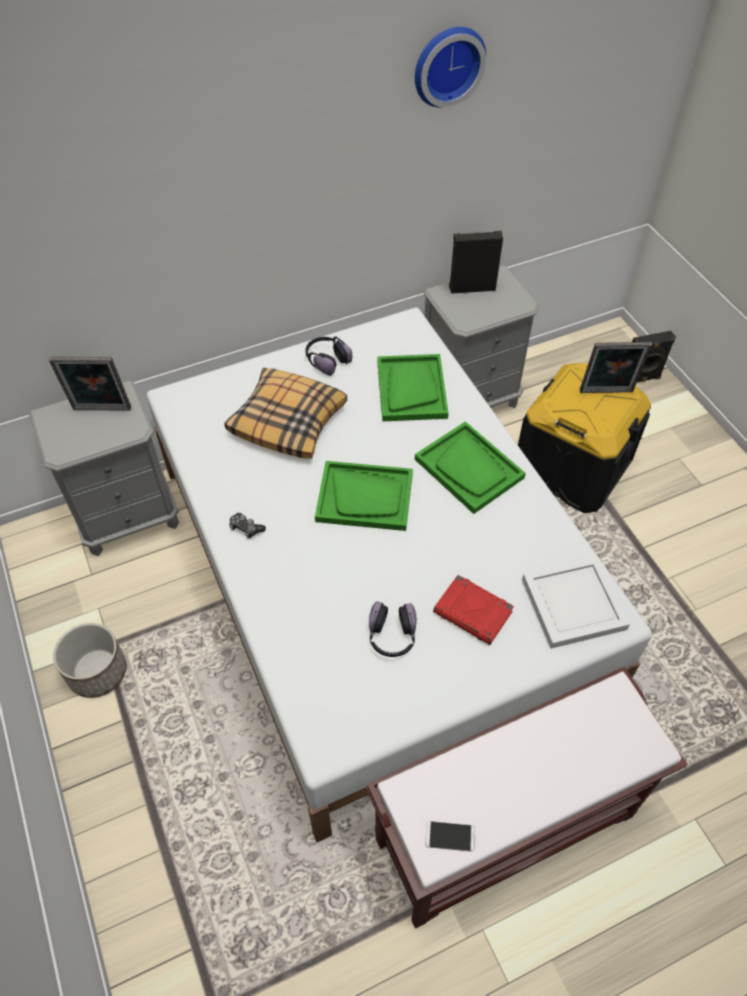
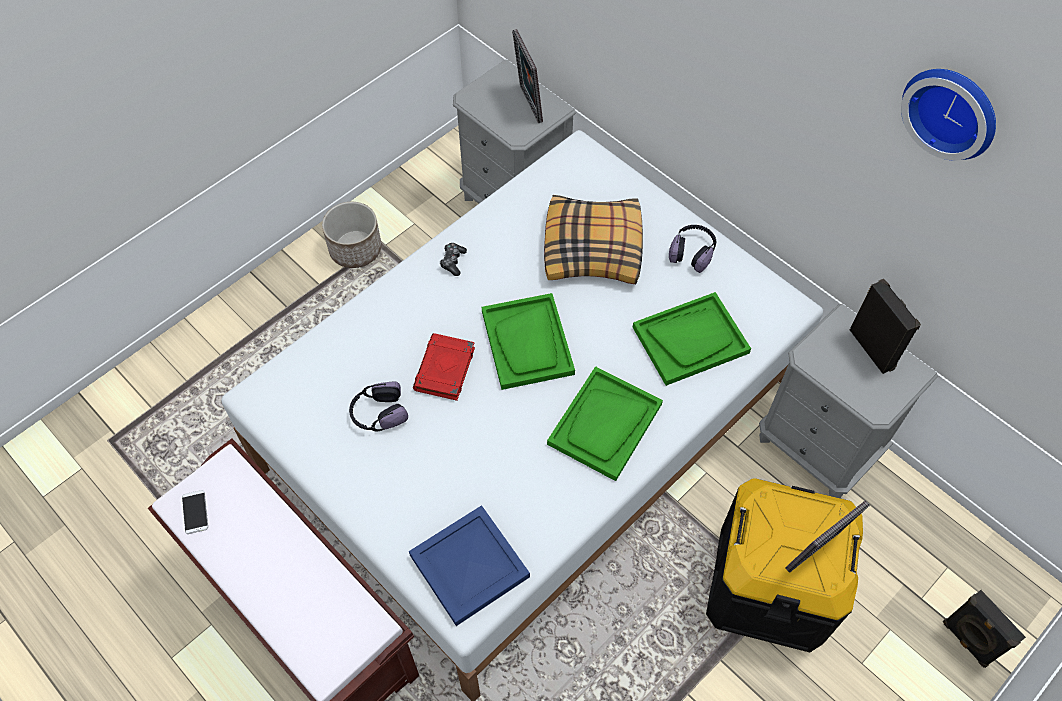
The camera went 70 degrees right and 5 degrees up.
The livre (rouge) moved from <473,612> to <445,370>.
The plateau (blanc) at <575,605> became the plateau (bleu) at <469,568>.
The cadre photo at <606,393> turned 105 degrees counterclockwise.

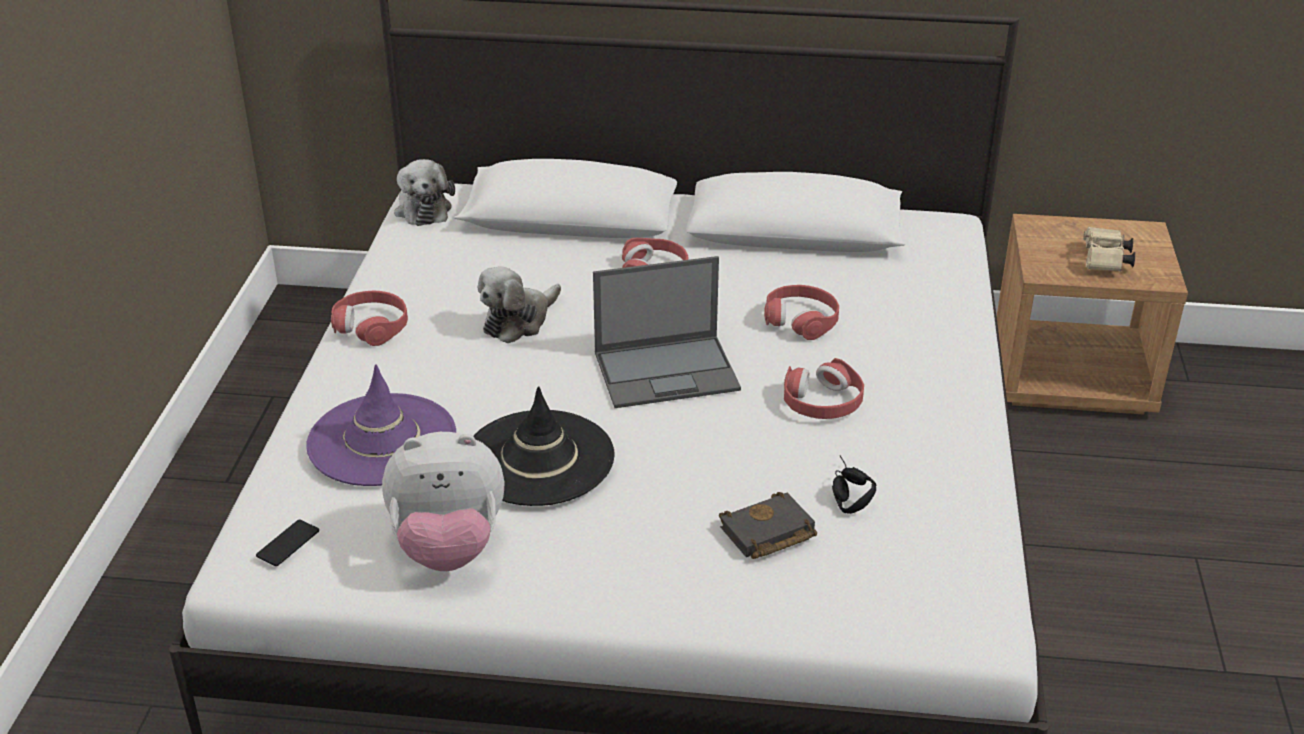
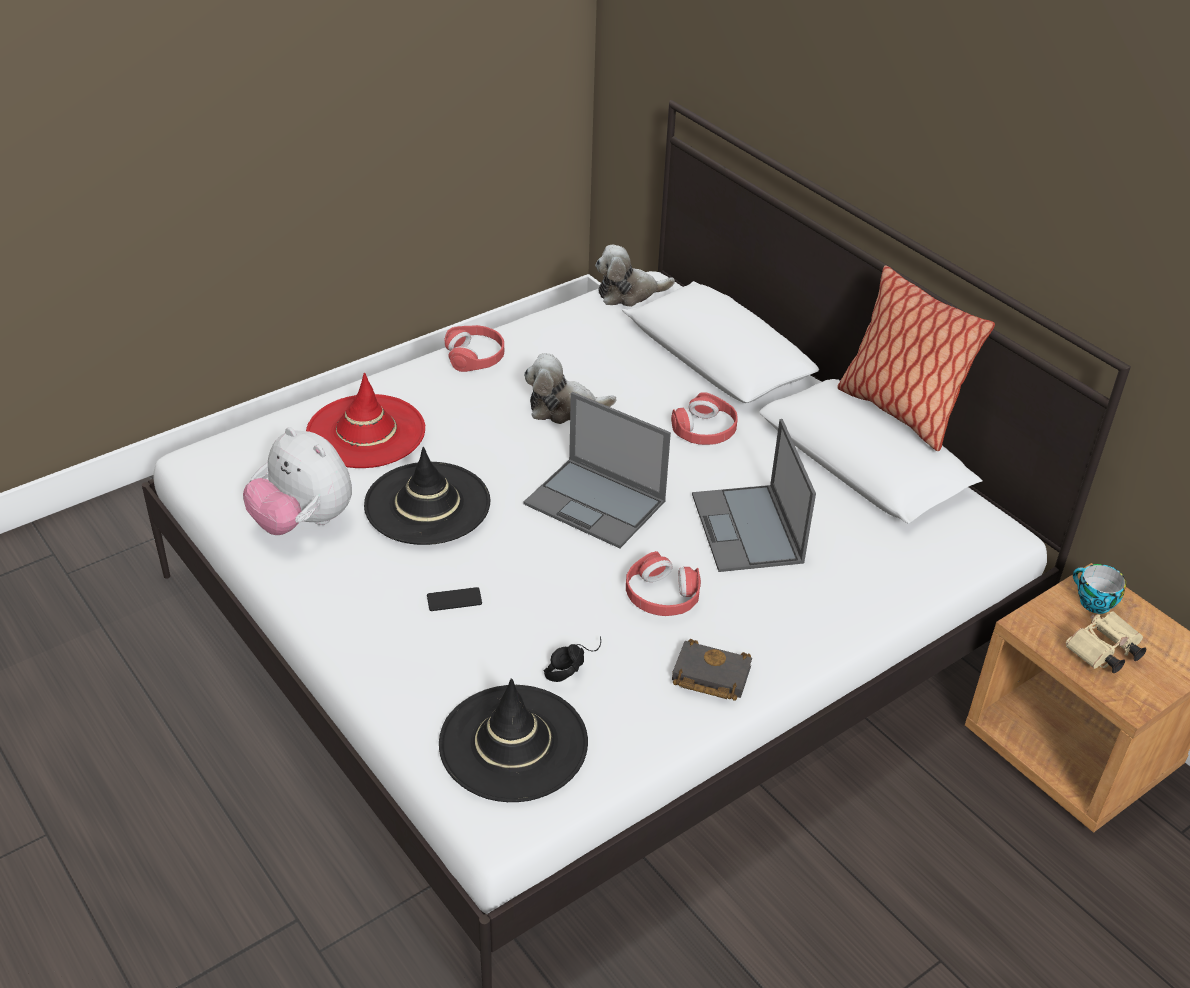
The camera went 45 degrees right and 5 degrees up.
The chapeau (noir) at <513,743> appeared.
The coussin at <898,411> appeared.
The tasse at <1092,602> appeared.
The téléphone moved from <288,543> to <454,600>.
The livre (noir) moved from <767,534> to <708,676>.
The casque audio (rouge) at <801,320> was replaced by the ordinateur portable at <748,529>.
The chapeau (violet) at <382,440> became the chapeau (rouge) at <366,432>.
The peluche at <423,209> turned 45 degrees clockwise.

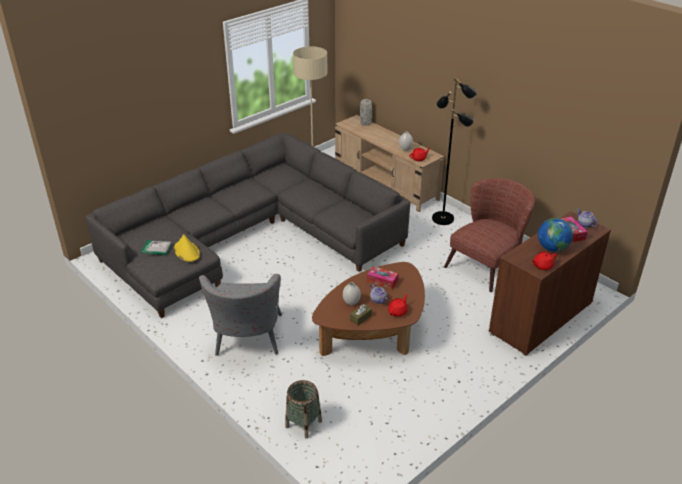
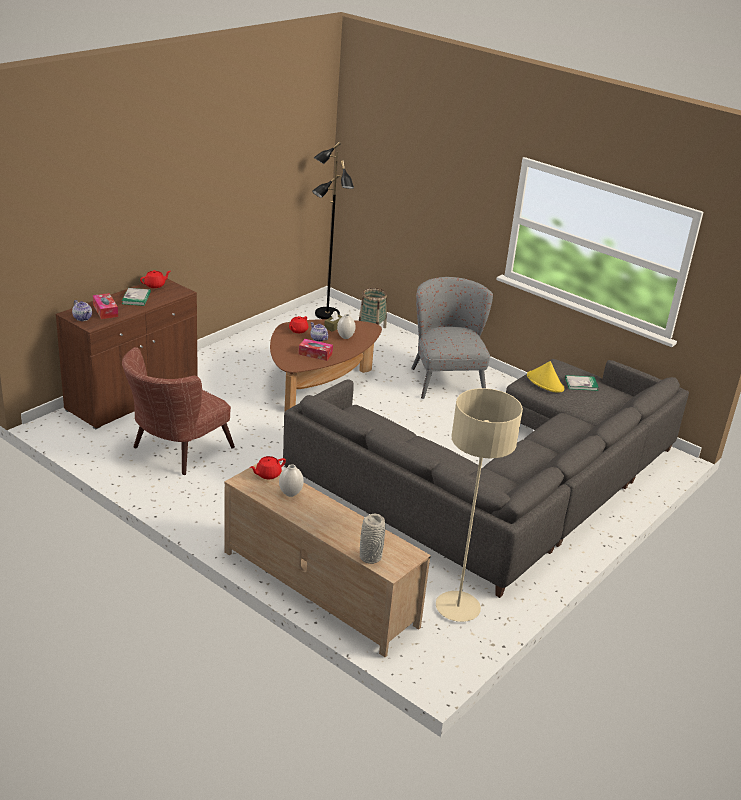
The camera went 170 degrees right and 5 degrees down.
The lampadaire (noir) moved from <443,218> to <326,314>.
The globe at <552,248> was replaced by the livre at <136,298>.

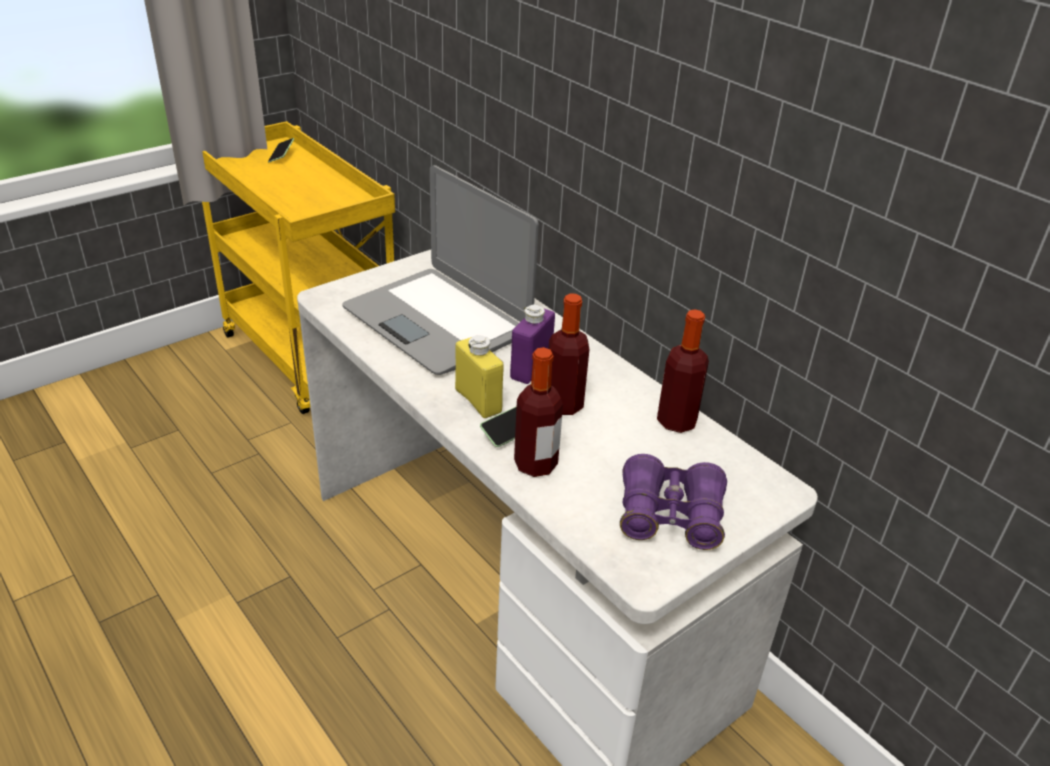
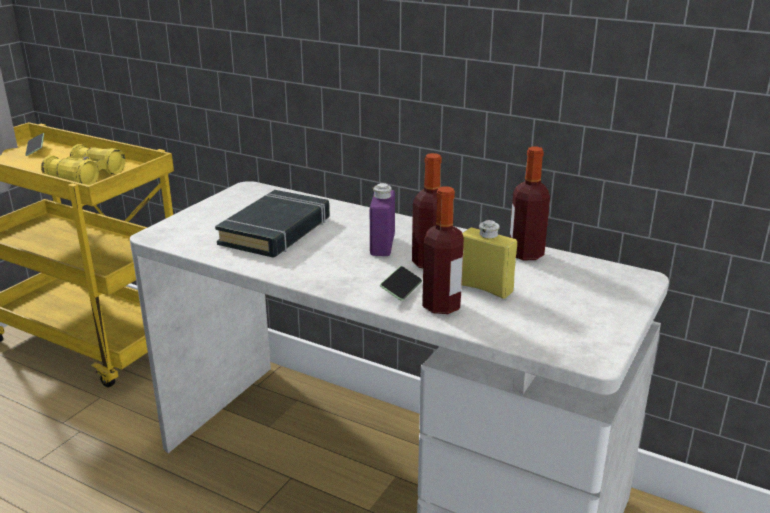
The camera went 20 degrees left and 10 degrees down.
The jumelles (violet) at <670,516> disappeared.
The jumelles (jaune) at <86,176> appeared.
The bouteille (jaune) moved from <478,401> to <485,288>.
The ordinateur portable at <438,321> was replaced by the livre (noir) at <276,231>.

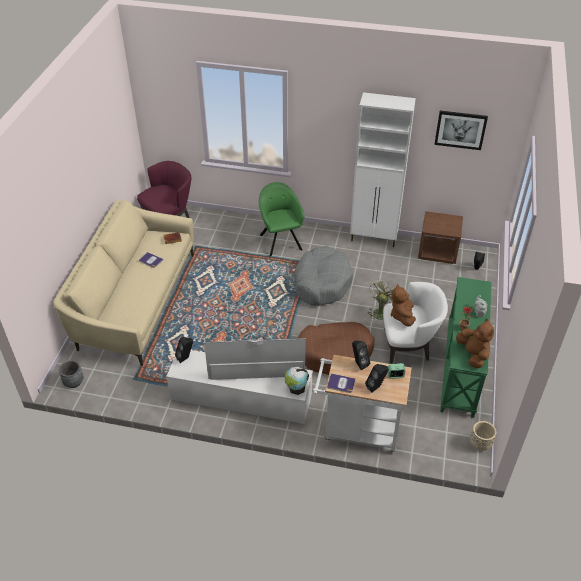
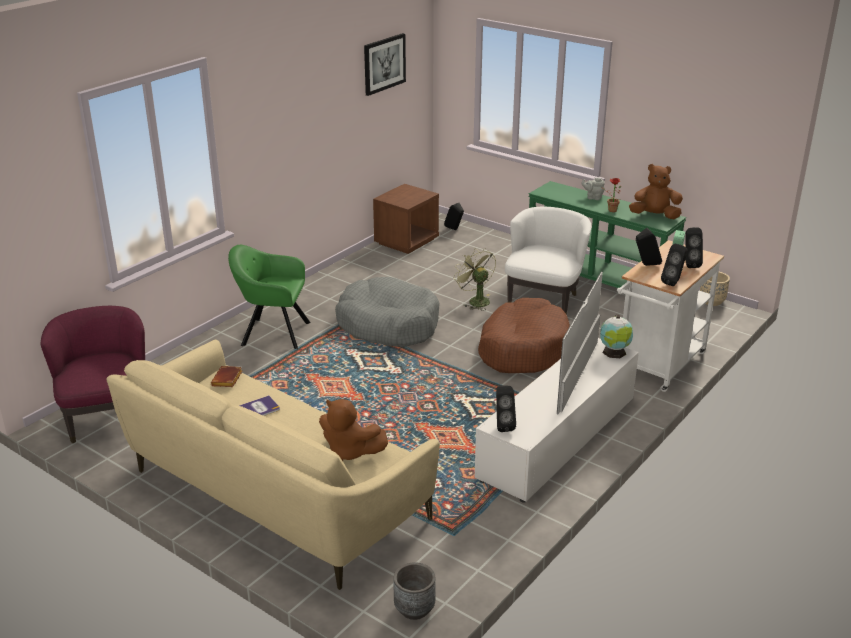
The camera went 65 degrees left and 15 degrees down.
The meuble de rangement (blanc) at <374,238> disappeared.
The peluche (marron) moved from <402,316> to <350,452>.
The livre at <341,383> was replaced by the enceinte (noir) at <673,282>.

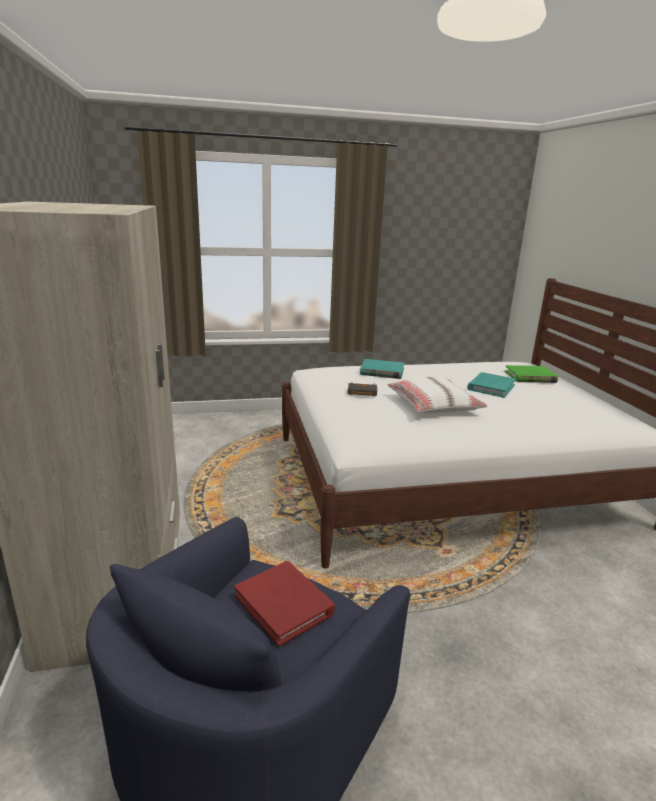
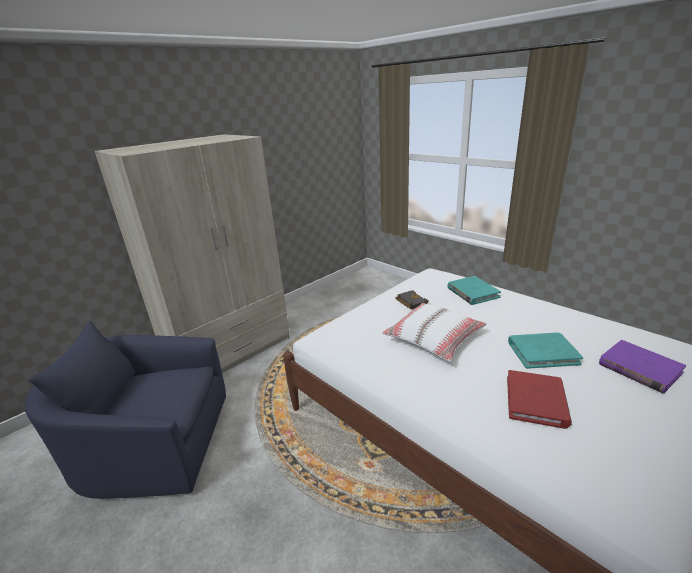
The camera went 60 degrees right and 5 degrees up.
The livre (rouge) moved from <284,604> to <536,401>.
The livre (vert) at <530,377> became the livre (violet) at <639,368>.

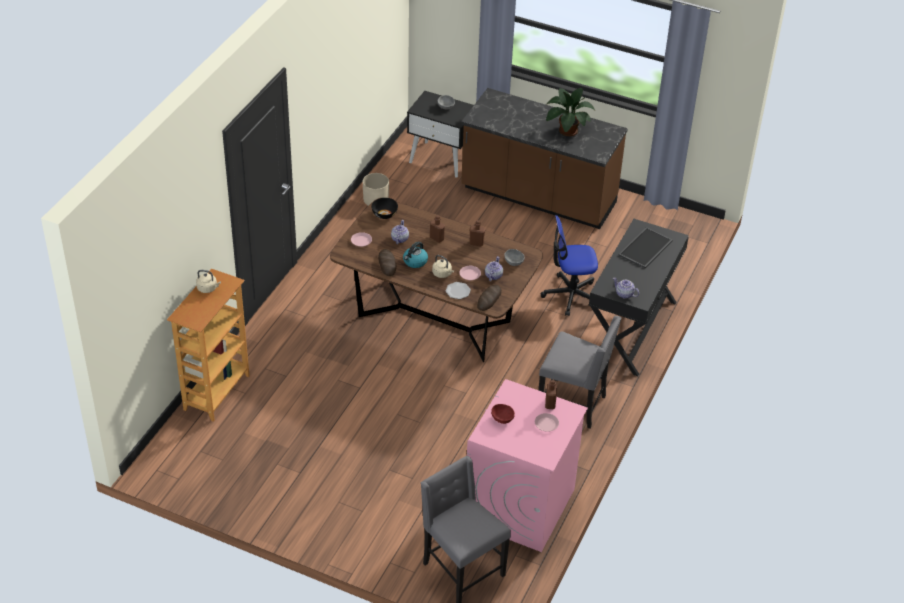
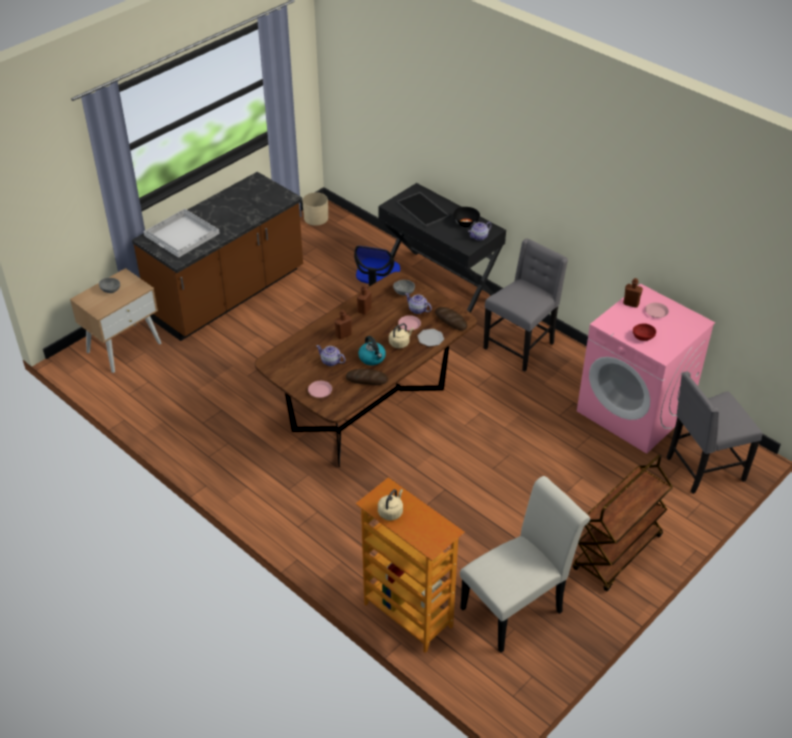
The camera went 70 degrees left and 0 degrees up.
The plante en pot at <566,130> disappeared.
The plateau (blanc) at <182,234> appeared.
The chaise (blanc) at <517,606> appeared.
The chariot (marron) at <617,553> appeared.
The cache-pot (beige) moved from <375,199> to <316,218>.
The bol (noir) moved from <384,214> to <465,223>.
The table de chevet (noir) at <441,159> became the table de chevet (beige) at <124,347>.

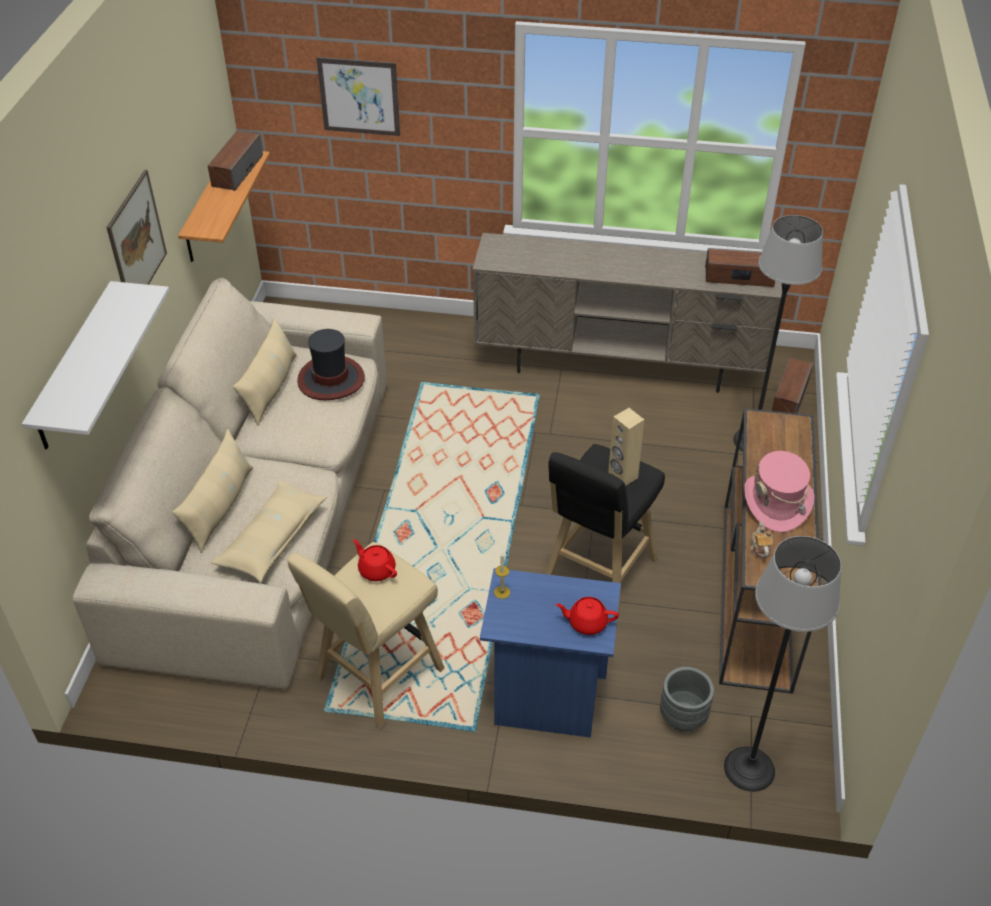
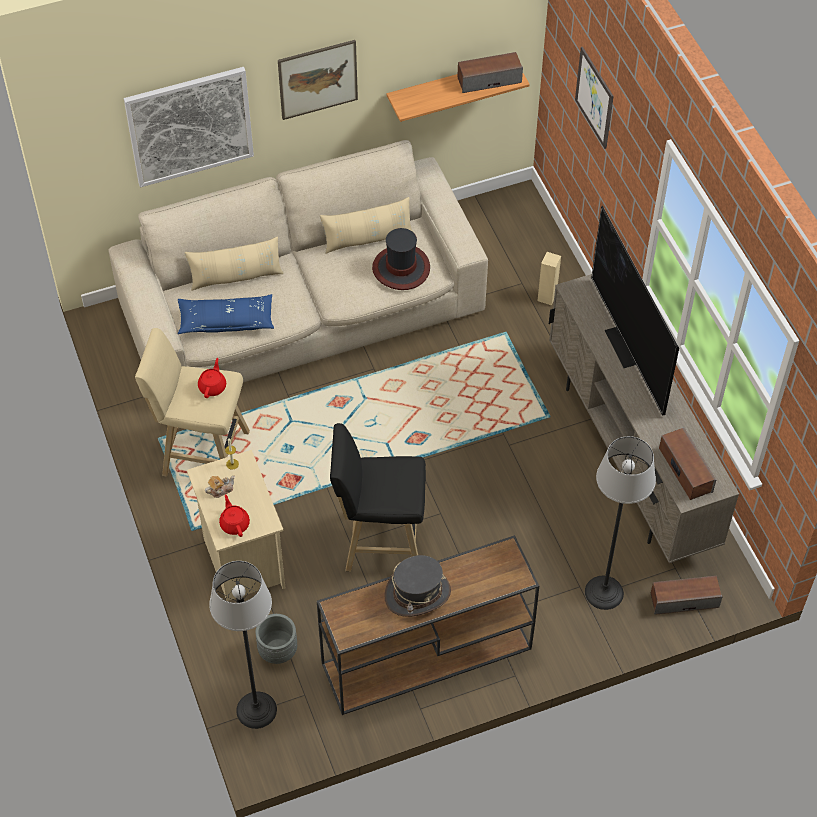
The camera went 60 degrees right and 10 degrees up.
The téléviseur at <627,346> appeared.
The enceinte (beige) moved from <622,476> to <546,297>.
The théière moved from <759,548> to <220,489>.
The étagère (blanc) at <75,367> was replaced by the tableau at <190,126>.
The coussin (beige) at <272,539> became the coussin (bleu) at <226,320>.
The table de chevet (bleu) at <545,700> became the table de chevet (beige) at <242,560>.
The chapeau (rose) at <777,503> became the chapeau (gris) at <417,594>.

